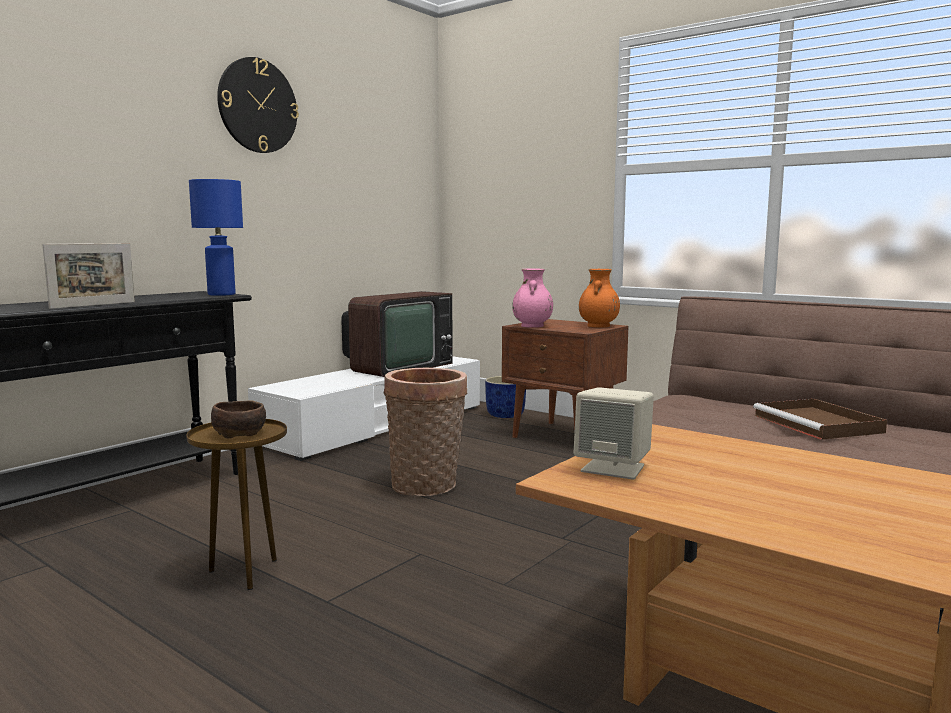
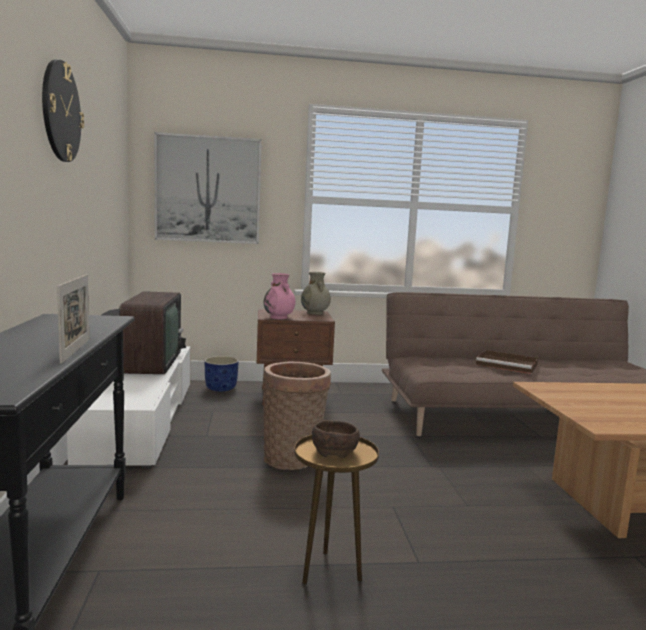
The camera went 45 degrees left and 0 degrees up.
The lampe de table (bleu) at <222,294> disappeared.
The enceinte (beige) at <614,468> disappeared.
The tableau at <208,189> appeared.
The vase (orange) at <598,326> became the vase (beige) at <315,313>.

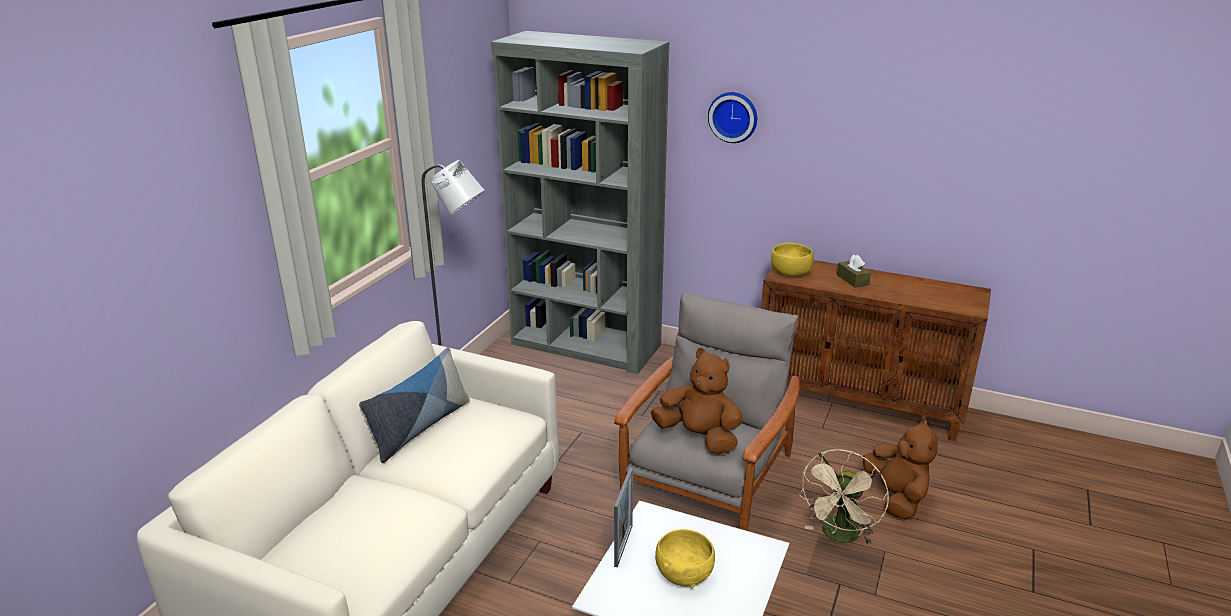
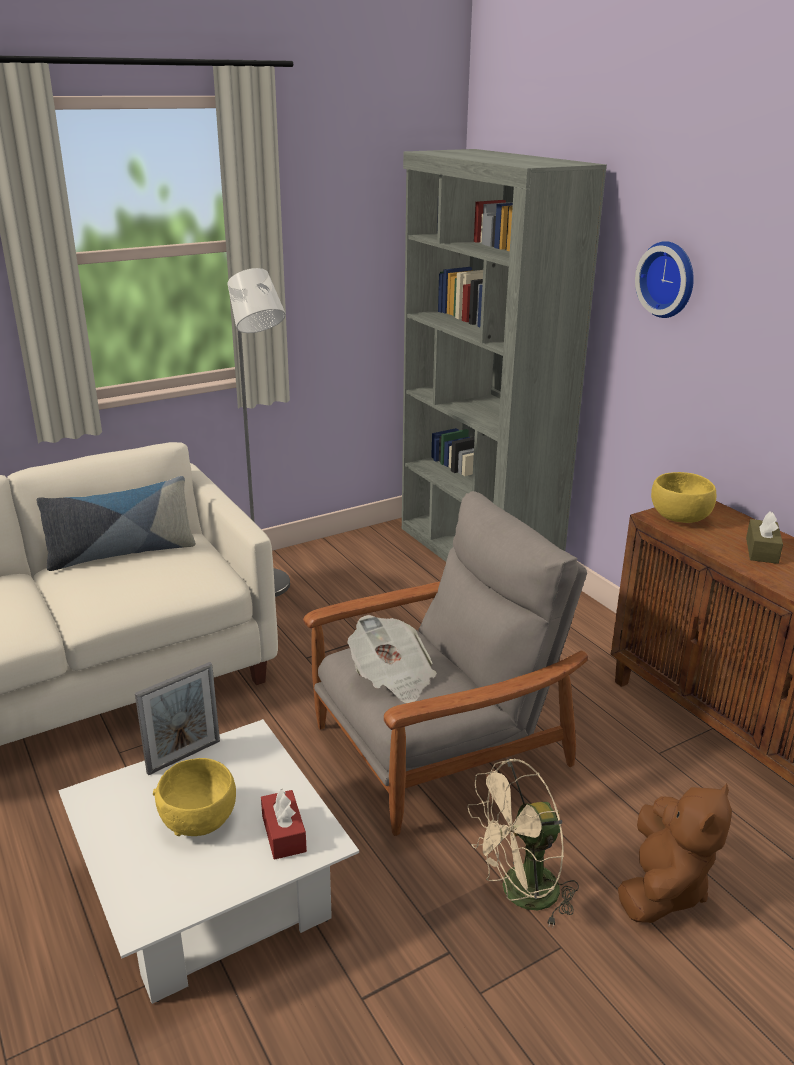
The camera went 35 degrees right and 0 degrees up.
The boîte à mouchoirs (rouge) at <283,833> appeared.
The peluche (marron) at <699,437> was replaced by the journal at <392,678>.

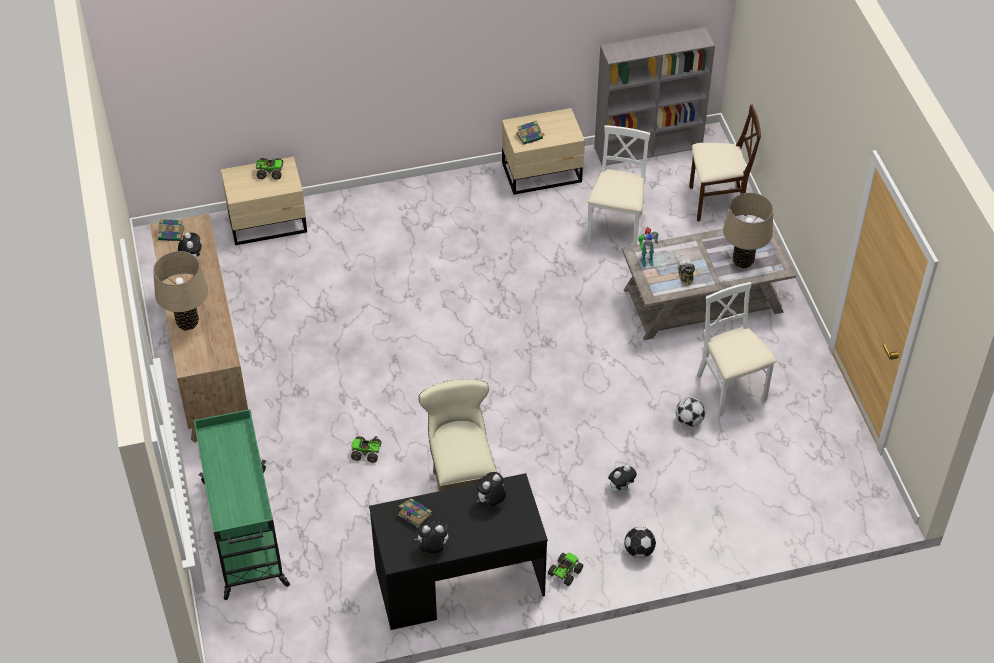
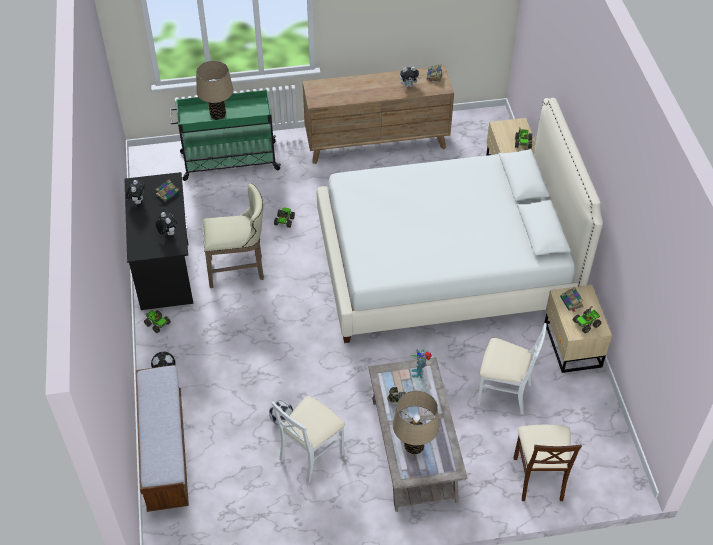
The camera went 95 degrees right and 0 degrees up.
The bibliothèque (gris) at <649,147> disappeared.
The peluche at <621,488> disappeared.
The banc at <165,450> appeared.
The lit (blanc) at <445,264> appeared.
The camion jouet at <586,323> appeared.
The lampe de table (beige) moved from <187,322> to <218,115>.
The chaise (blanc) at <730,389> turned 150 degrees clockwise.

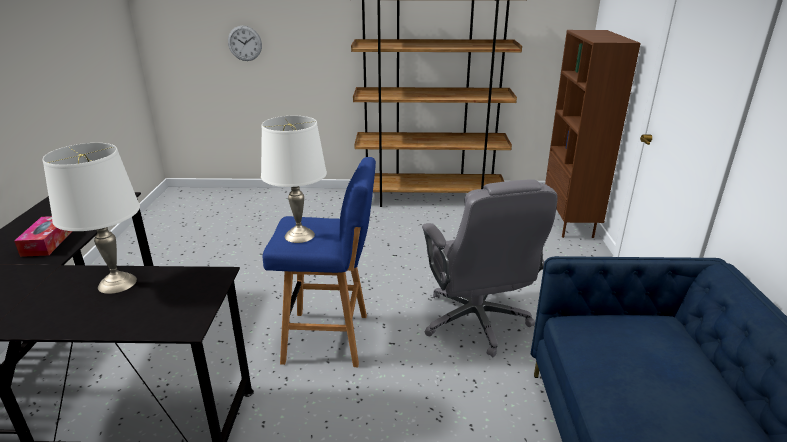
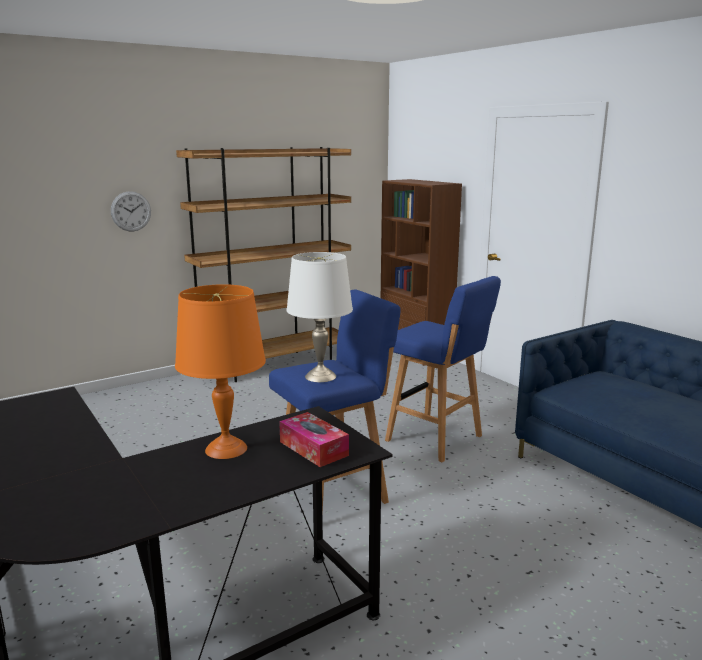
The camera went 35 degrees left and 10 degrees down.
The boîte à mouchoirs moved from <47,243> to <313,448>.
The horloge murale moved from <245,43> to <131,211>.
The chaise de bureau (gris) at <476,322> was replaced by the tabouret (bleu) at <436,439>.
The lampe de table (blanc) at <117,283> became the lampe de table (orange) at <225,449>.

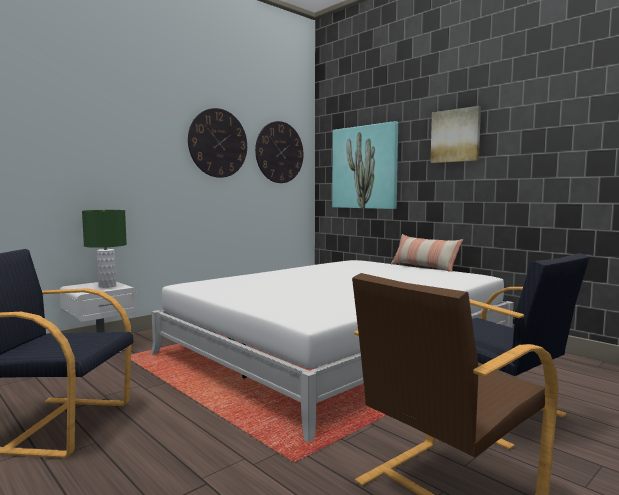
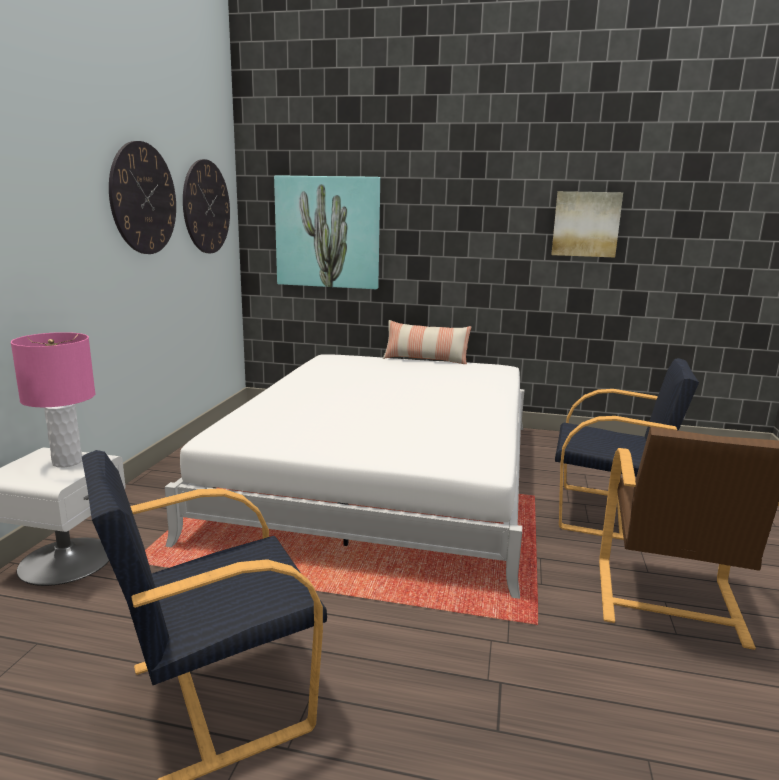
The camera went 35 degrees left and 10 degrees up.
The tableau moved from <455,135> to <586,224>.
The lampe de table (vert) at <107,286> became the lampe de table (rose) at <67,462>.

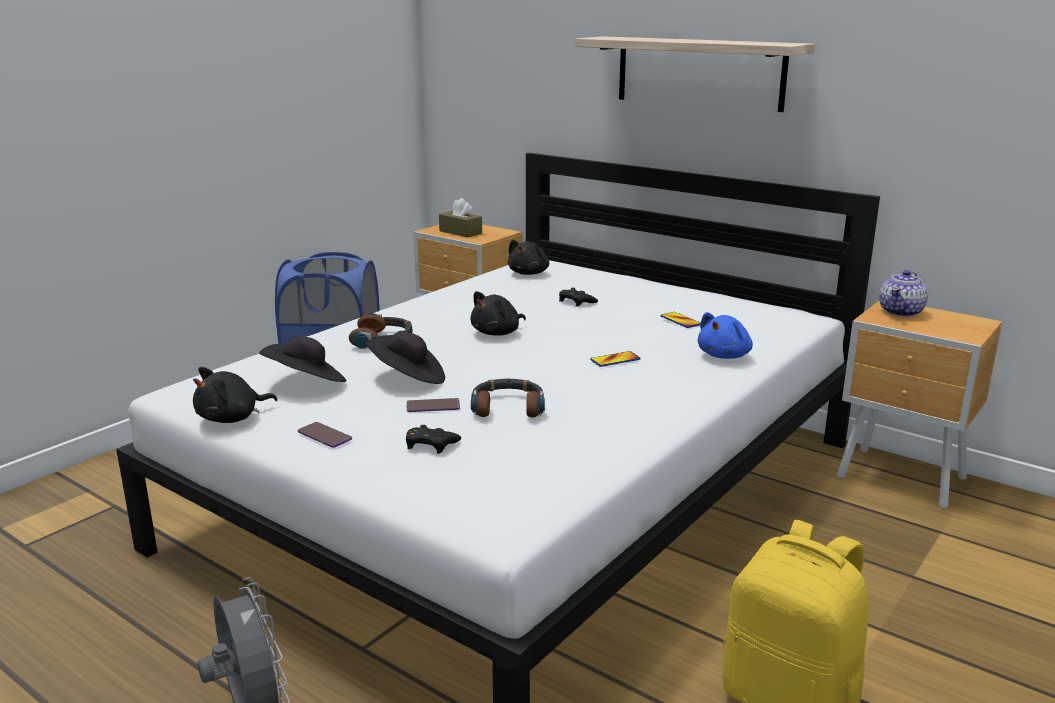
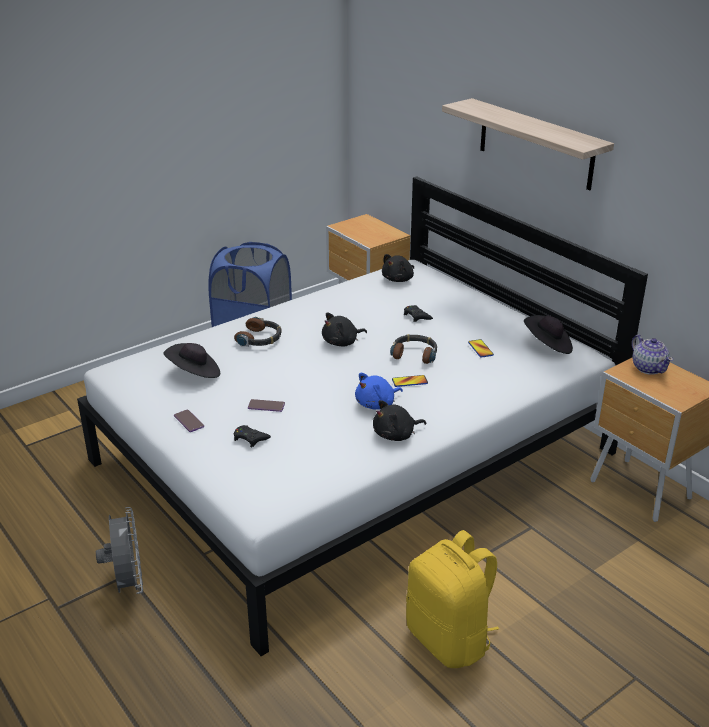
The camera went 15 degrees right and 10 degrees up.
The boîte à mouchoirs (marron) at <460,232> disappeared.
The peluche (noir) moved from <232,418> to <396,435>.
The chapeau (noir) moved from <408,378> to <548,346>.
The casque audio moved from <508,407> to <414,354>.
The peluche (bleu) moved from <725,355> to <377,404>.
The théière at <901,312> turned 75 degrees counterclockwise.

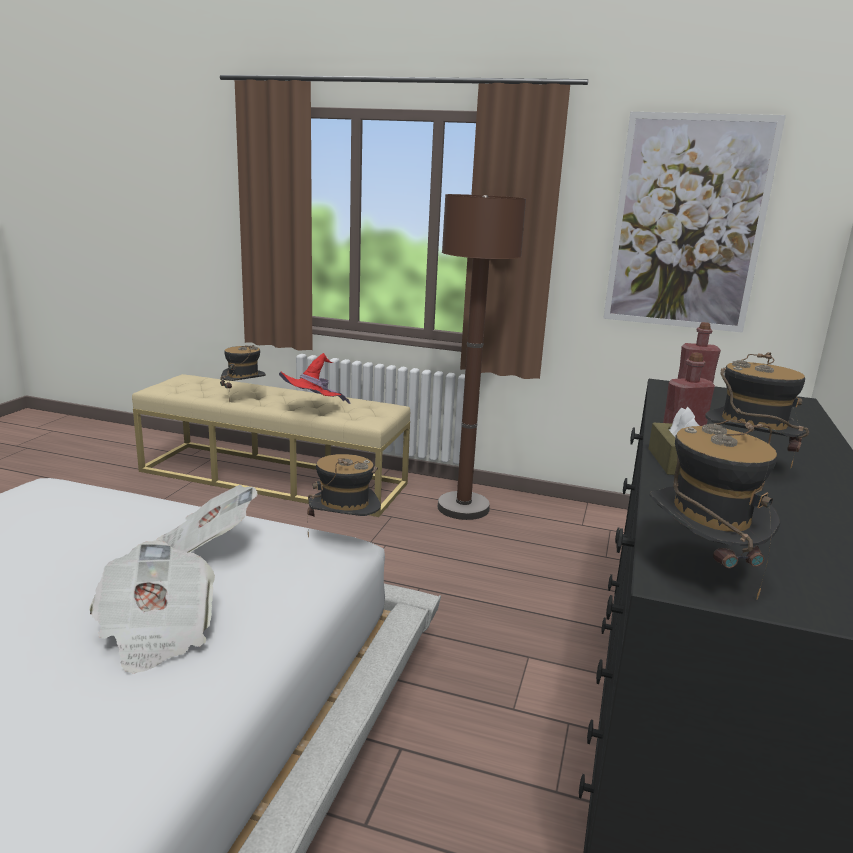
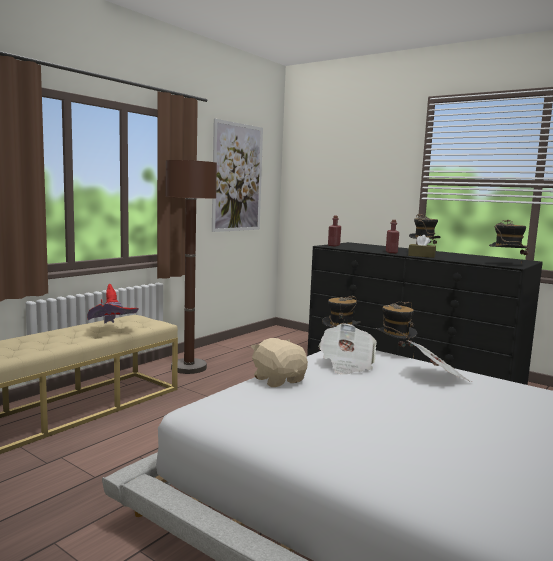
The camera went 70 degrees left and 10 degrees down.
The peluche (beige) at <278,380> appeared.
The chapeau moved from <244,396> to <394,353>.

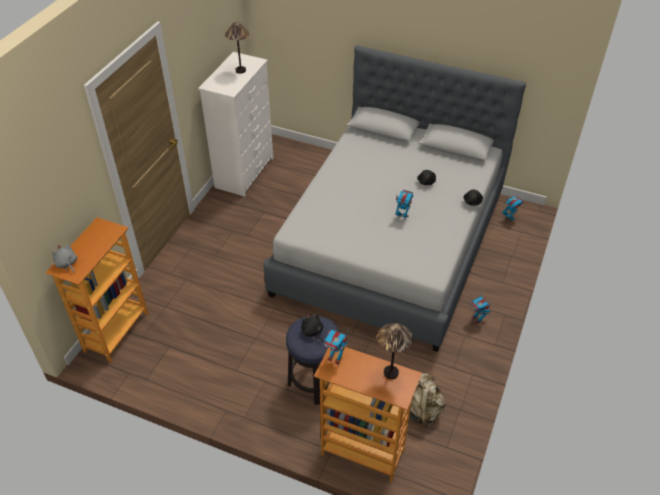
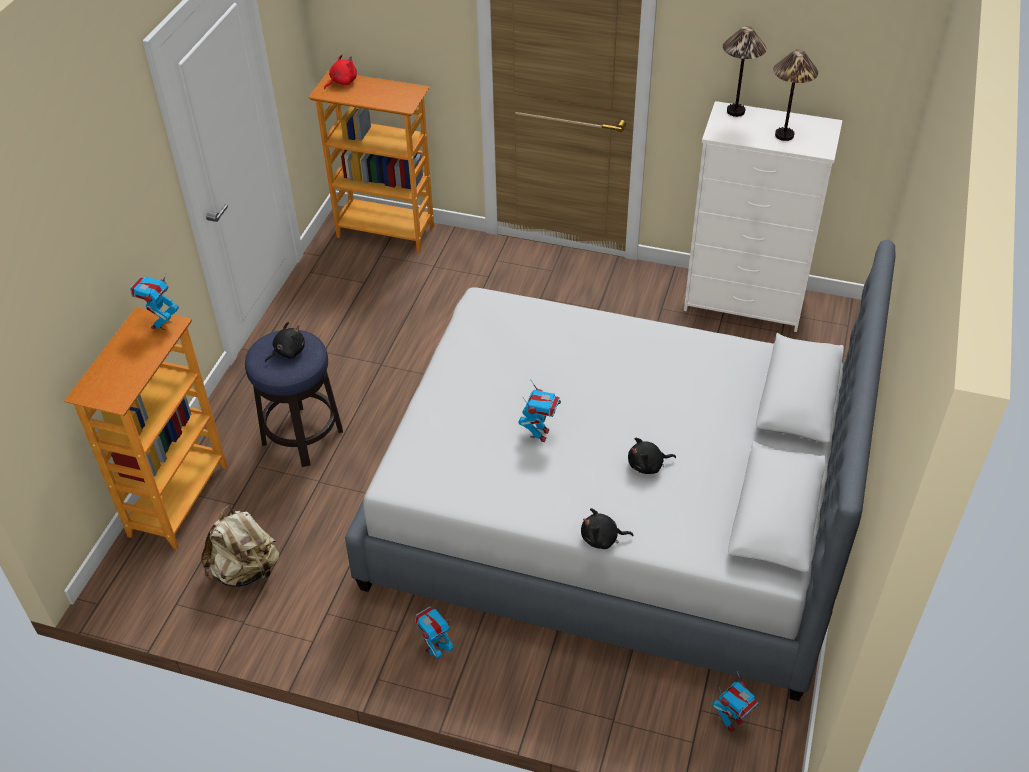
The camera went 85 degrees right and 0 degrees up.
The lampe de table moved from <390,373> to <735,111>.
The peluche (gris) at <67,264> became the peluche (rouge) at <342,82>.

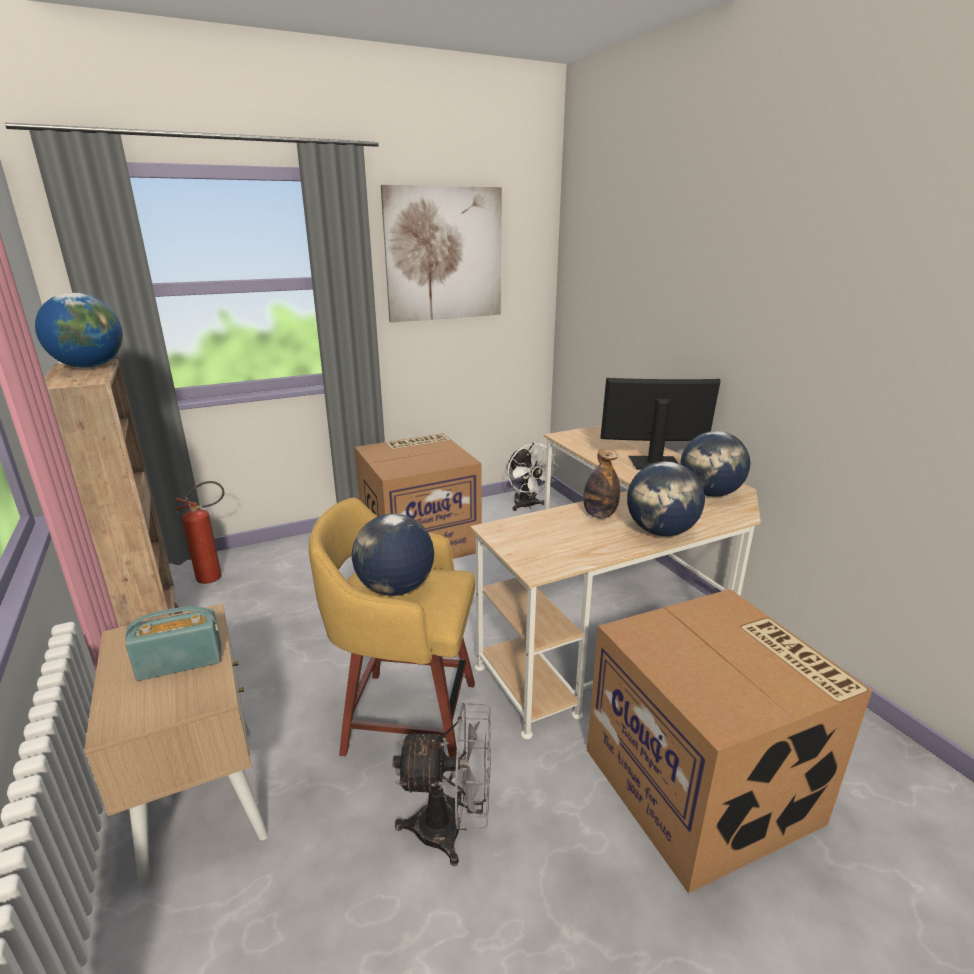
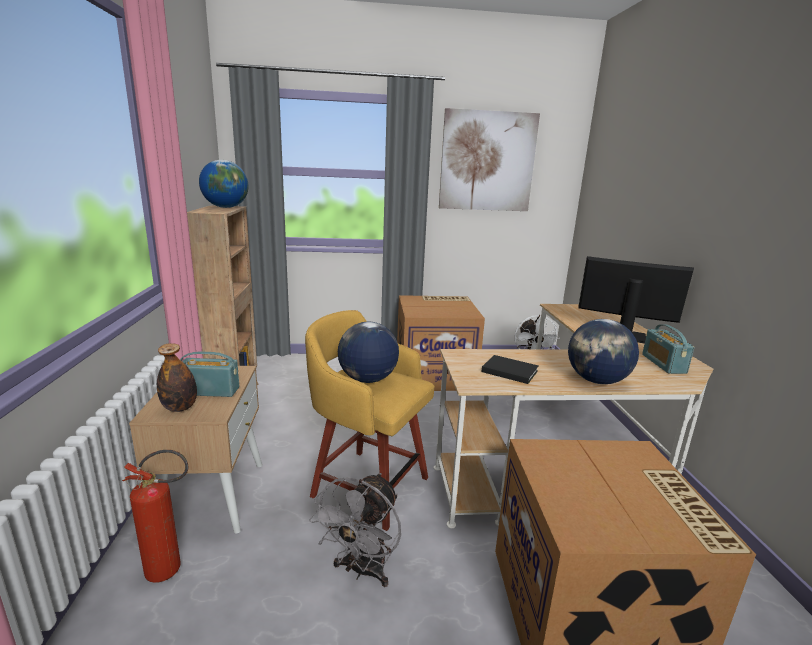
The camera went 20 degrees right and 5 degrees down.
The livre (noir) at <508,370> appeared.
The extincteur moved from <215,576> to <171,570>.
The bouteille moved from <599,515> to <180,408>.
The globe at <710,493> was replaced by the radio at <663,364>.
The ventilateur (gris) at <452,829> turned 90 degrees clockwise.

